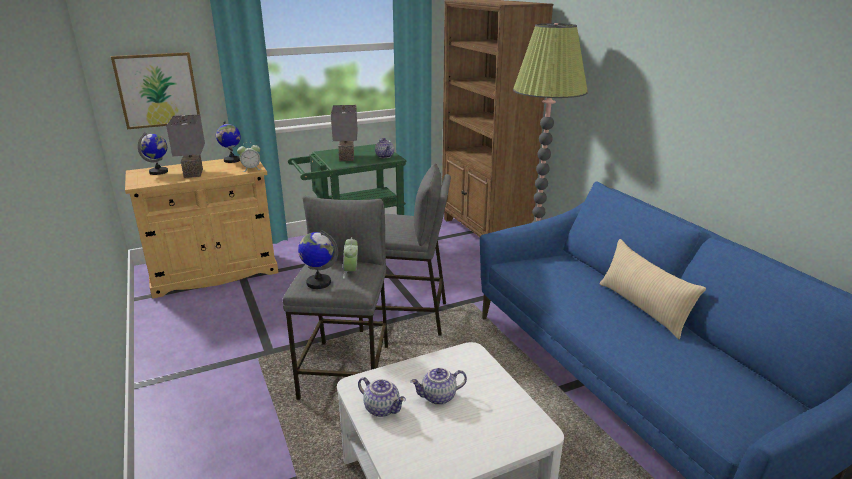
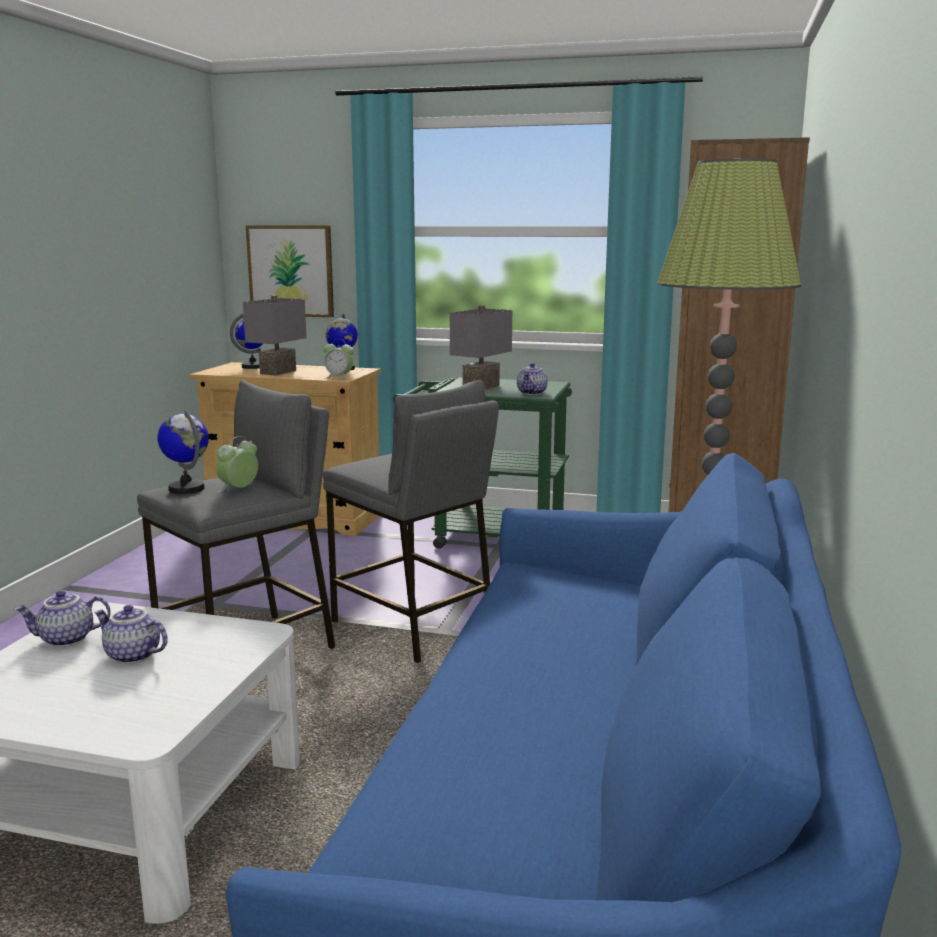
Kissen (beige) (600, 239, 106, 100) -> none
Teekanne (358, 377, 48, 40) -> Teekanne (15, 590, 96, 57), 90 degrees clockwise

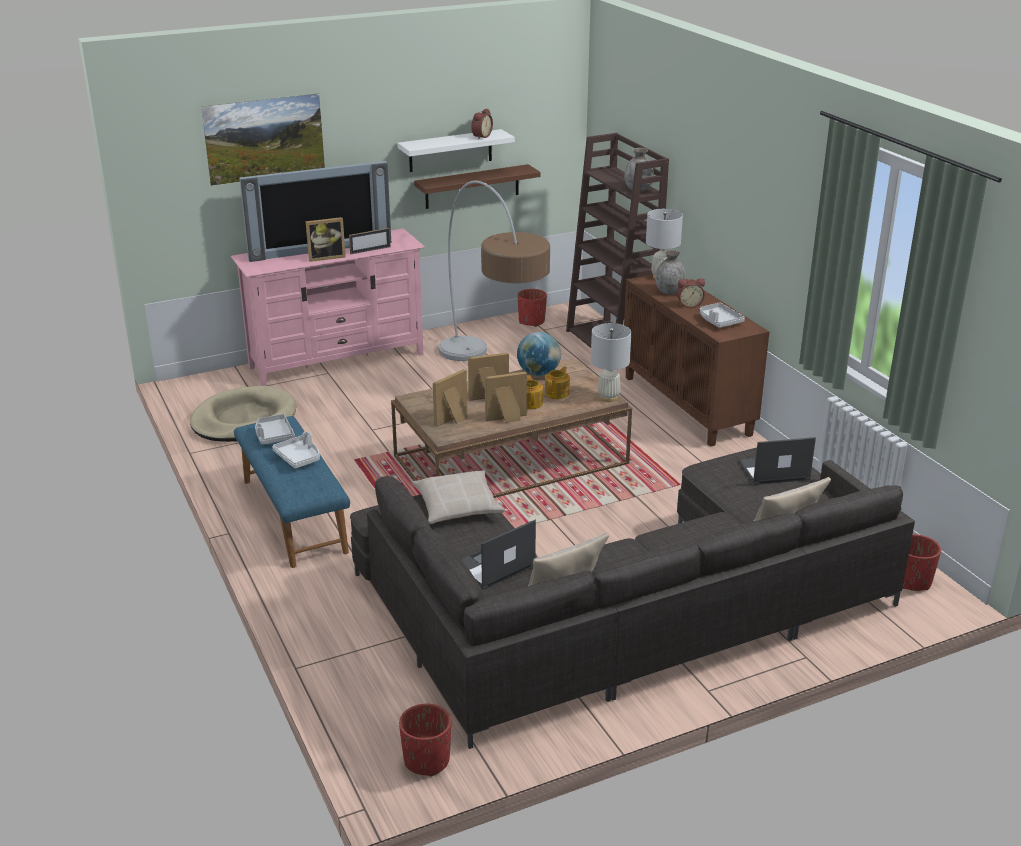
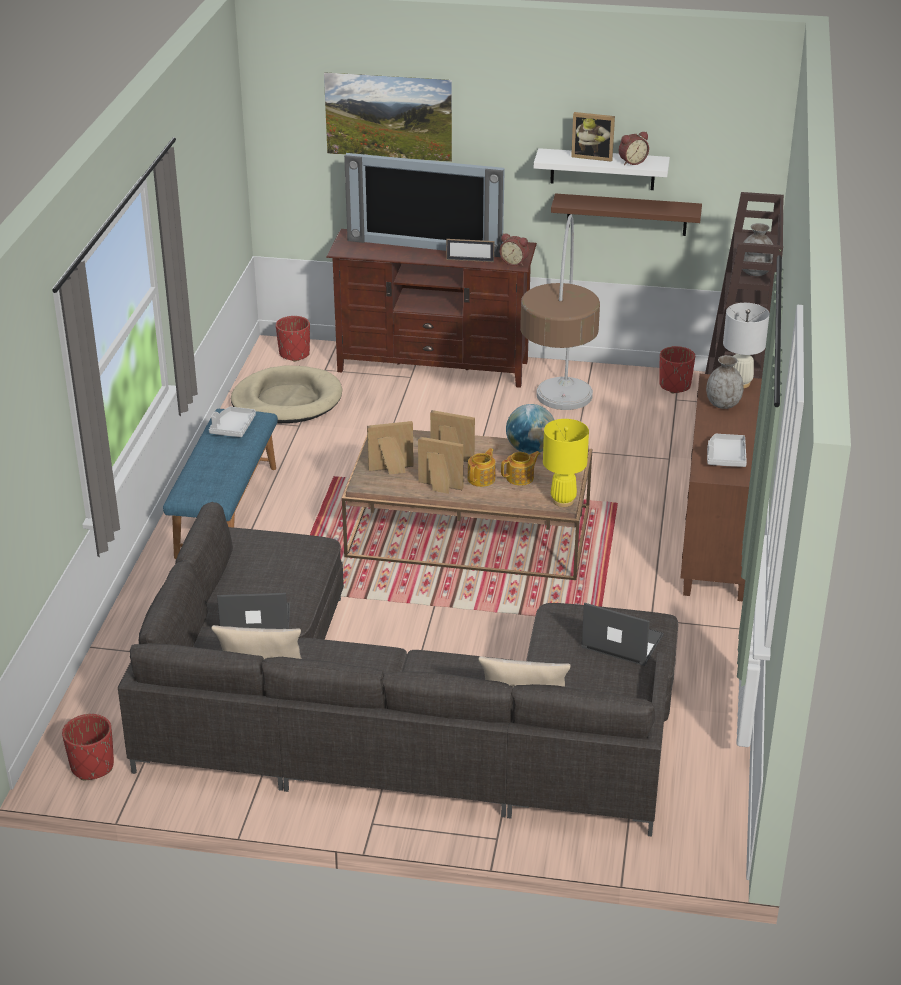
Bilderrahmen (306, 217, 40, 45) -> Bilderrahmen (571, 112, 44, 50), relocated
Fernsehschrank (rosa) (231, 228, 194, 158) -> Fernsehschrank (braun) (326, 229, 211, 159)
Wecker (676, 278, 29, 30) -> Wecker (499, 234, 30, 32), relocated
Tischlampe (weiß) (591, 323, 40, 79) -> Tischlampe (gelb) (543, 419, 46, 88)
Tablett (weiß) (272, 431, 48, 38) -> none
Kissen (beige) (412, 470, 93, 54) -> none
Pflanzkübel (rot) (902, 534, 39, 57) -> Pflanzkübel (rot) (276, 316, 34, 46), relocated

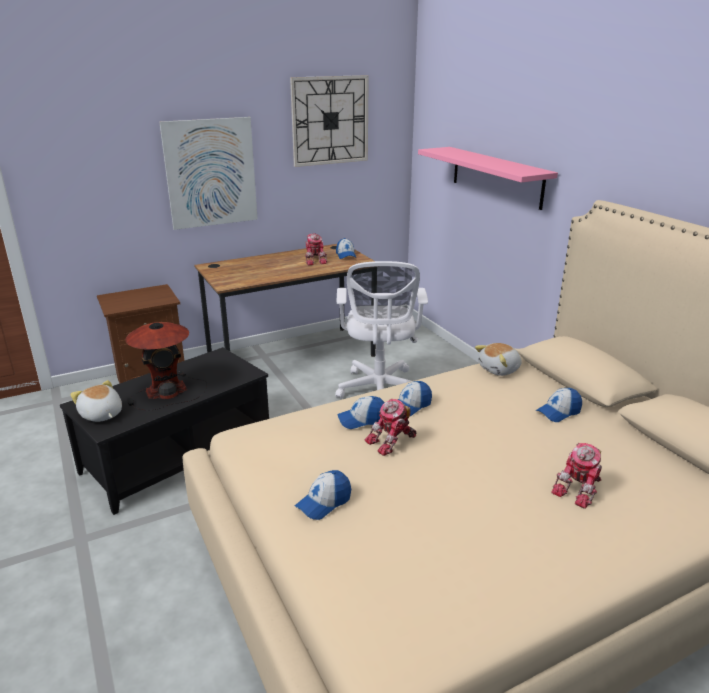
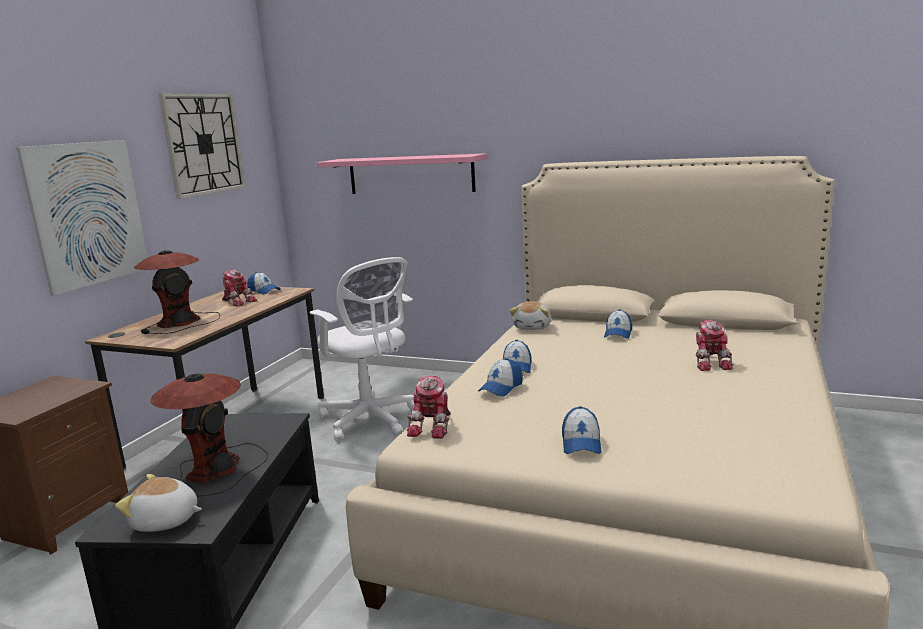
Spielzeugroboter (365, 399, 51, 57) -> Spielzeugroboter (407, 376, 44, 63), relocated
none -> Tischlampe (134, 250, 86, 84)

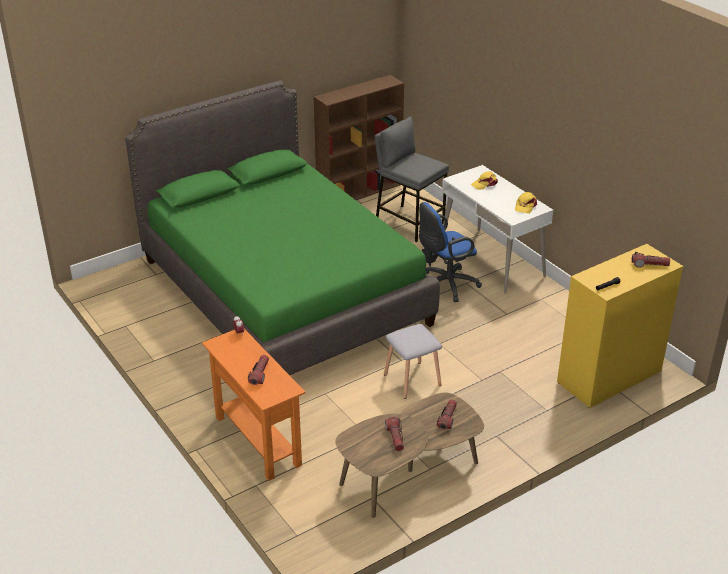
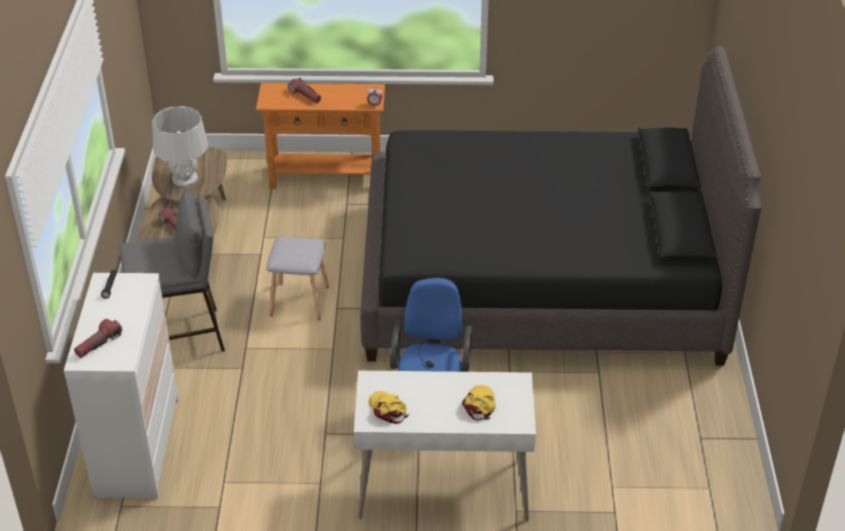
Bücherregal (braun) (314, 75, 90, 125) -> none
Bett (grün) (125, 80, 315, 295) -> Bett (schwarz) (360, 46, 401, 320)
Hocker (grau) (374, 116, 75, 126) -> Hocker (grau) (120, 188, 105, 164), relocated
Kommode (gelb) (557, 244, 126, 164) -> Kommode (weiß) (64, 273, 115, 226)
Taschenlampe (385, 417, 19, 34) -> Tischlampe (grau) (152, 106, 56, 81)

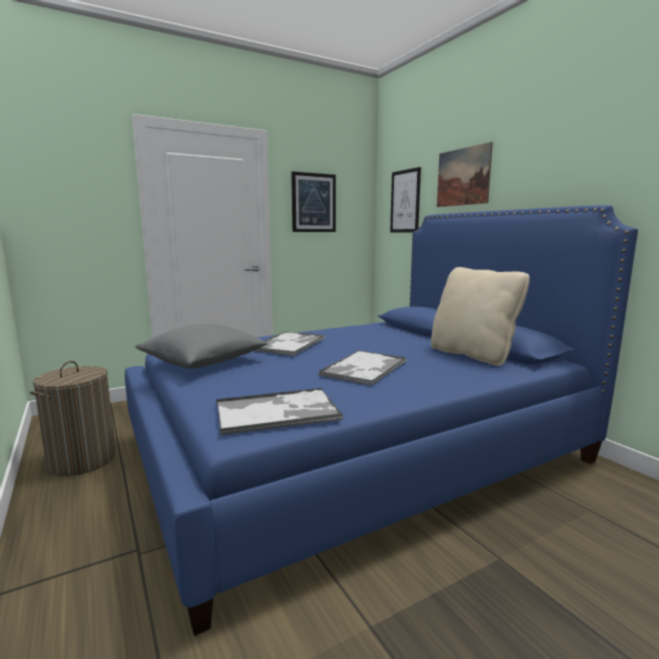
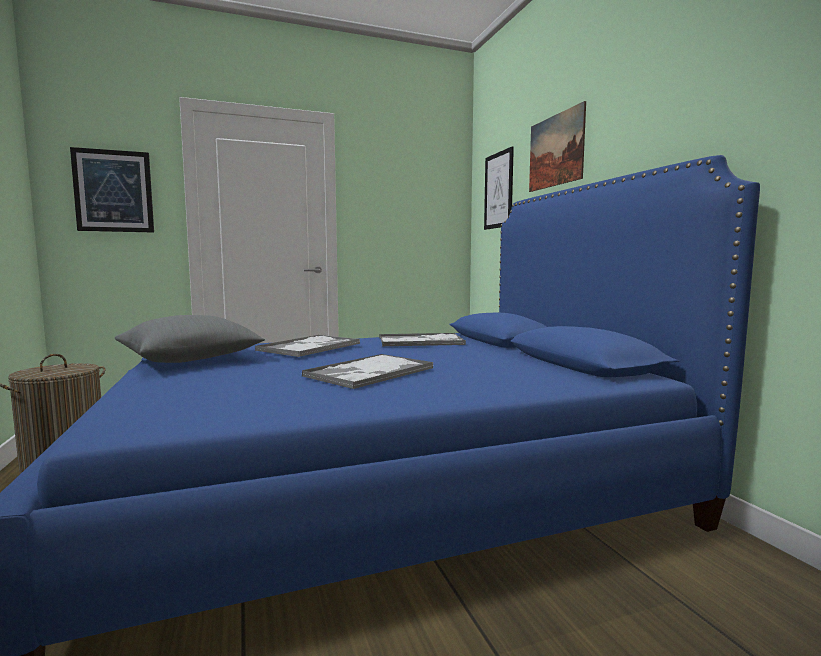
Bild (291, 171, 45, 61) -> Bild (70, 147, 84, 86), relocated
Kissen (beige) (431, 267, 99, 99) -> none
Tablett (216, 388, 127, 47) -> Tablett (379, 333, 87, 13), relocated

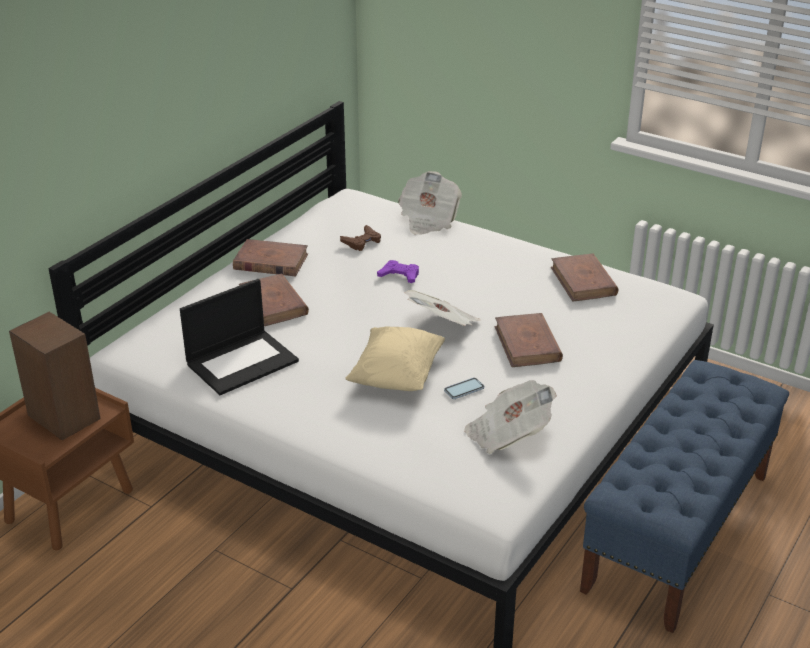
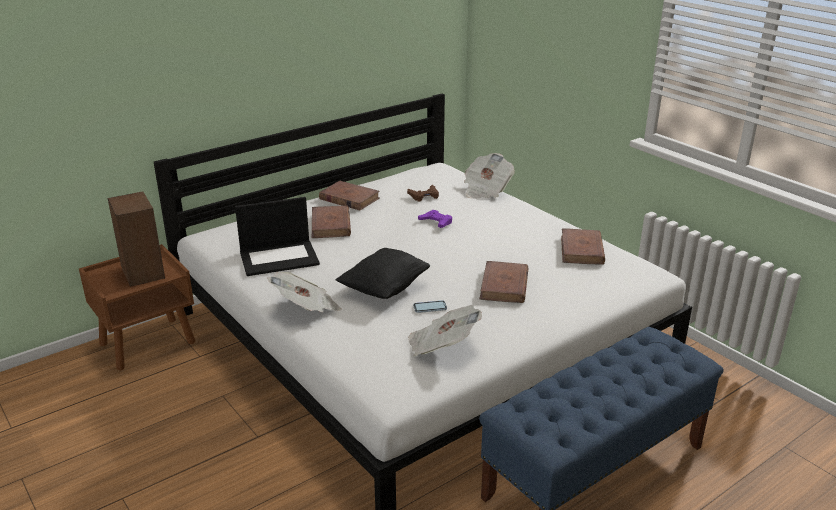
Zeitung (405, 290, 76, 36) -> Zeitung (267, 272, 75, 40), relocated
Kissen (beige) (345, 326, 100, 65) -> Kissen (schwarz) (335, 248, 95, 51)

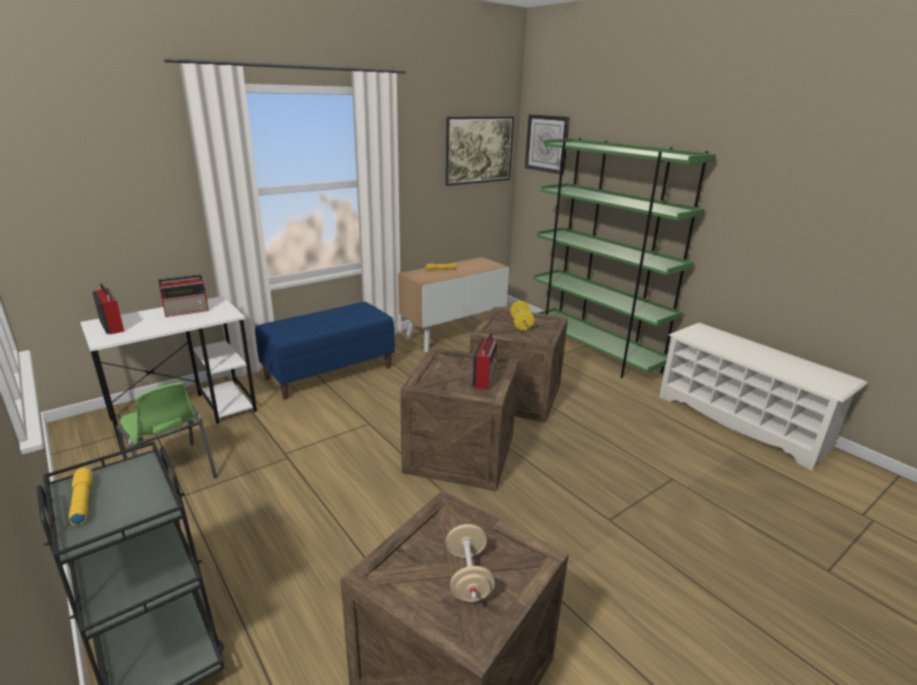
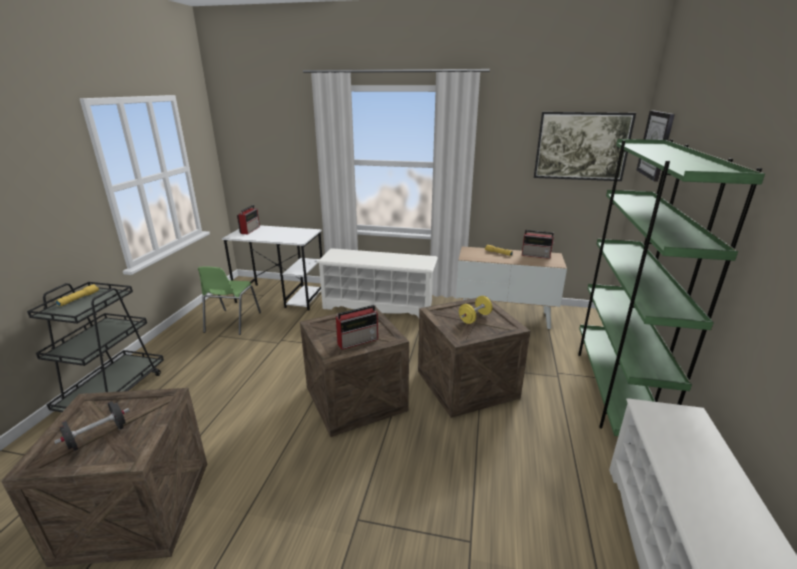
Radio (158, 275, 51, 42) -> Radio (522, 230, 32, 29), relocated
Bank (blau) (255, 302, 140, 97) -> Schuhregal (weiß) (316, 248, 122, 70)
Hantel (beige) (446, 524, 49, 78) -> Hantel (schwarz) (54, 401, 76, 50)

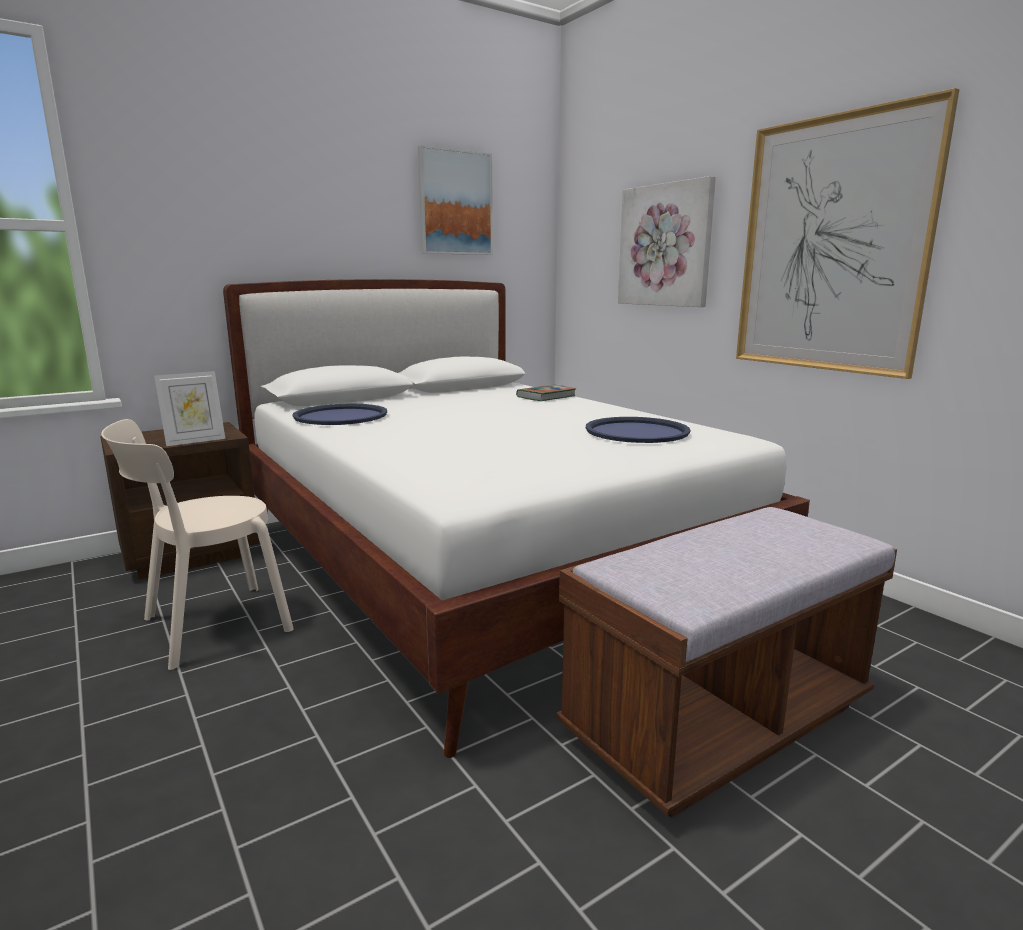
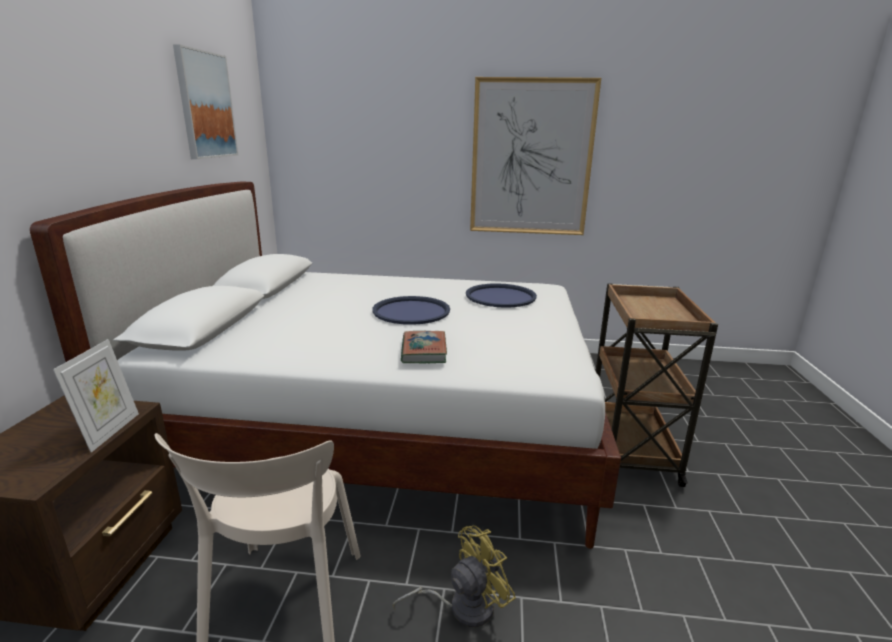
Bild (618, 176, 98, 131) -> none
Buch (516, 385, 60, 16) -> Buch (401, 331, 46, 32), relocated
Tablett (blau) (292, 404, 95, 21) -> Tablett (blau) (372, 296, 78, 29), relocated
Bank (braun) (556, 507, 341, 311) -> Rollwagen (braun) (596, 283, 122, 204)
none -> Ventilator (gelb) (393, 526, 123, 101)

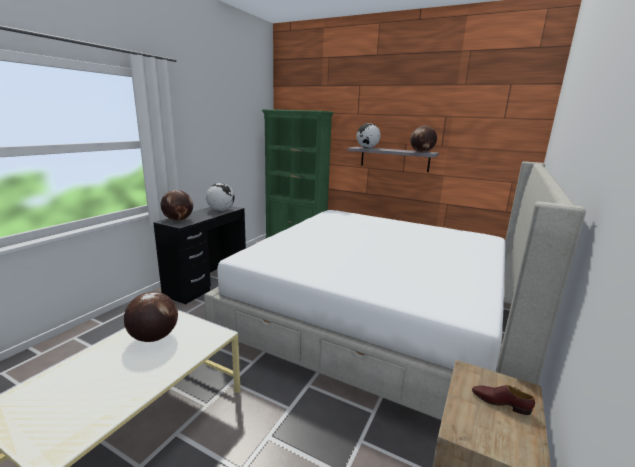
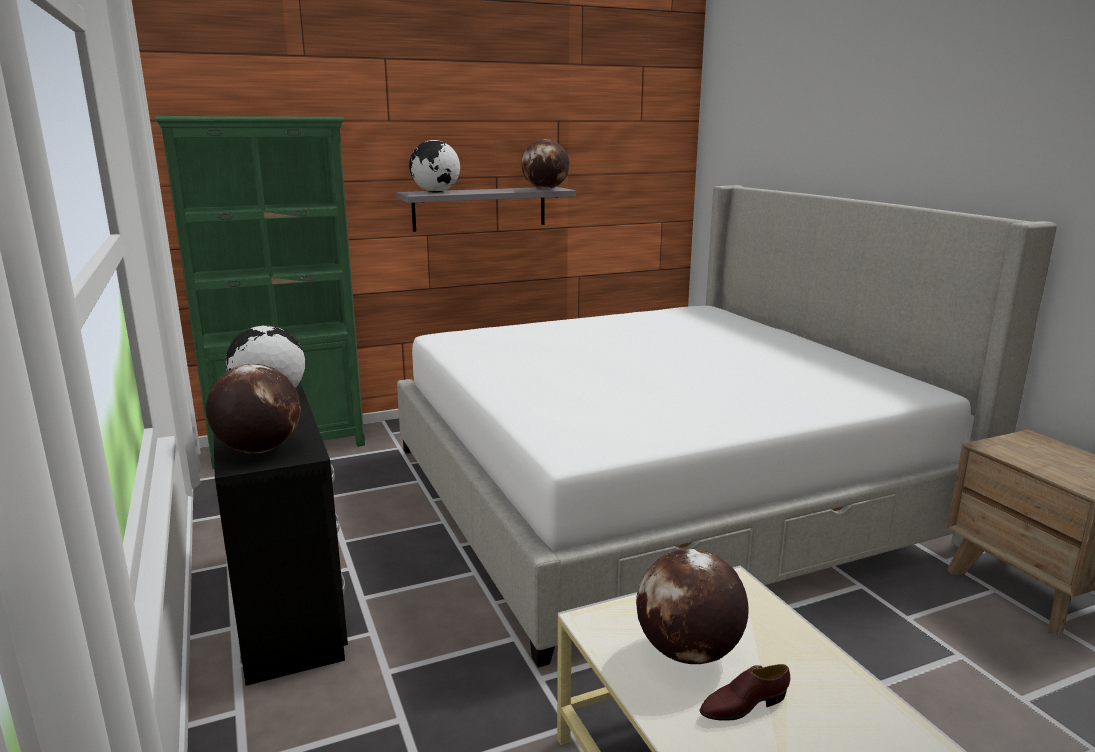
Schuh (braun) (472, 385, 63, 30) -> Schuh (braun) (699, 664, 91, 57), relocated

